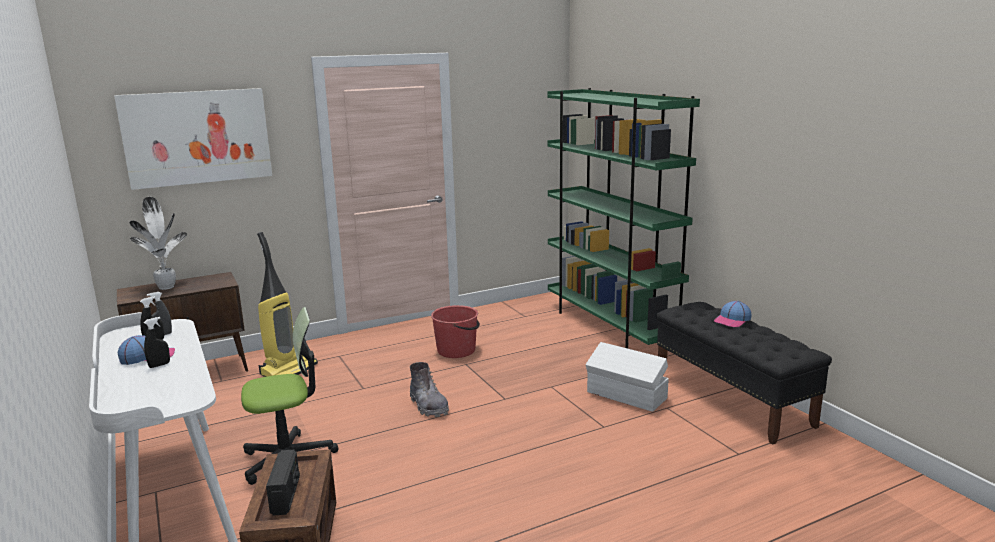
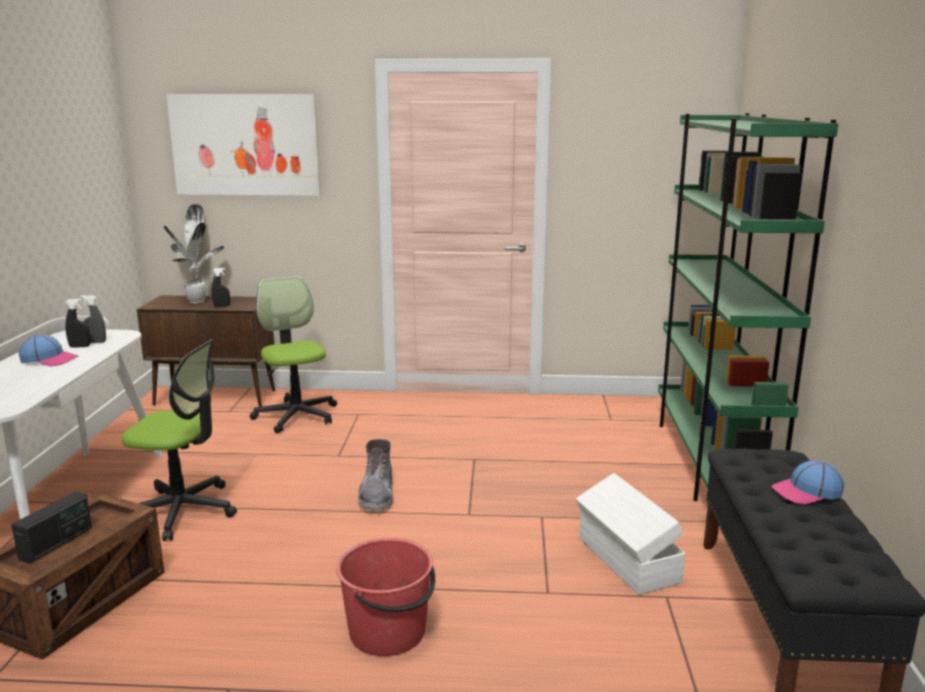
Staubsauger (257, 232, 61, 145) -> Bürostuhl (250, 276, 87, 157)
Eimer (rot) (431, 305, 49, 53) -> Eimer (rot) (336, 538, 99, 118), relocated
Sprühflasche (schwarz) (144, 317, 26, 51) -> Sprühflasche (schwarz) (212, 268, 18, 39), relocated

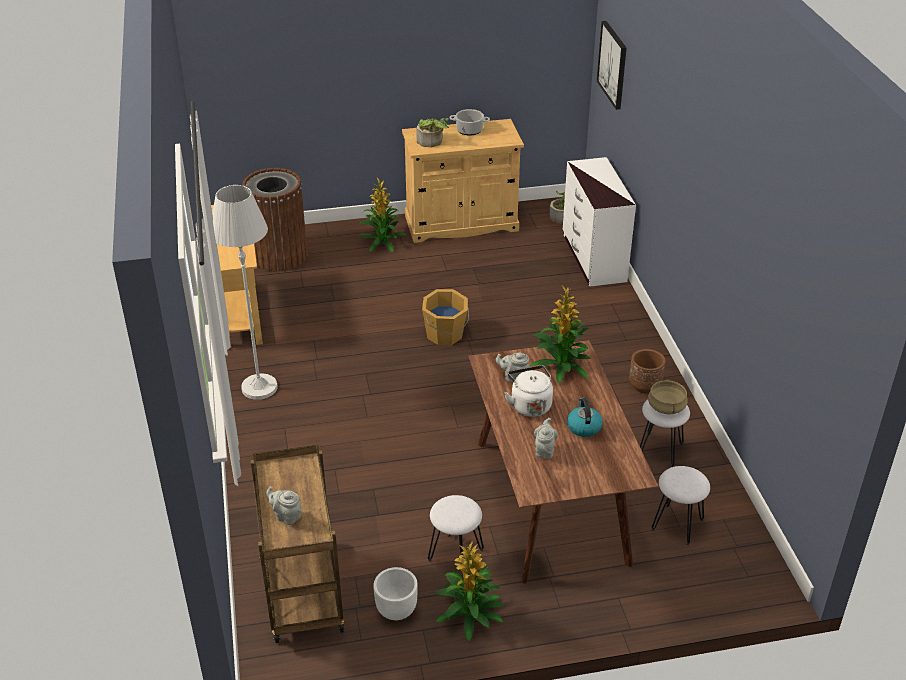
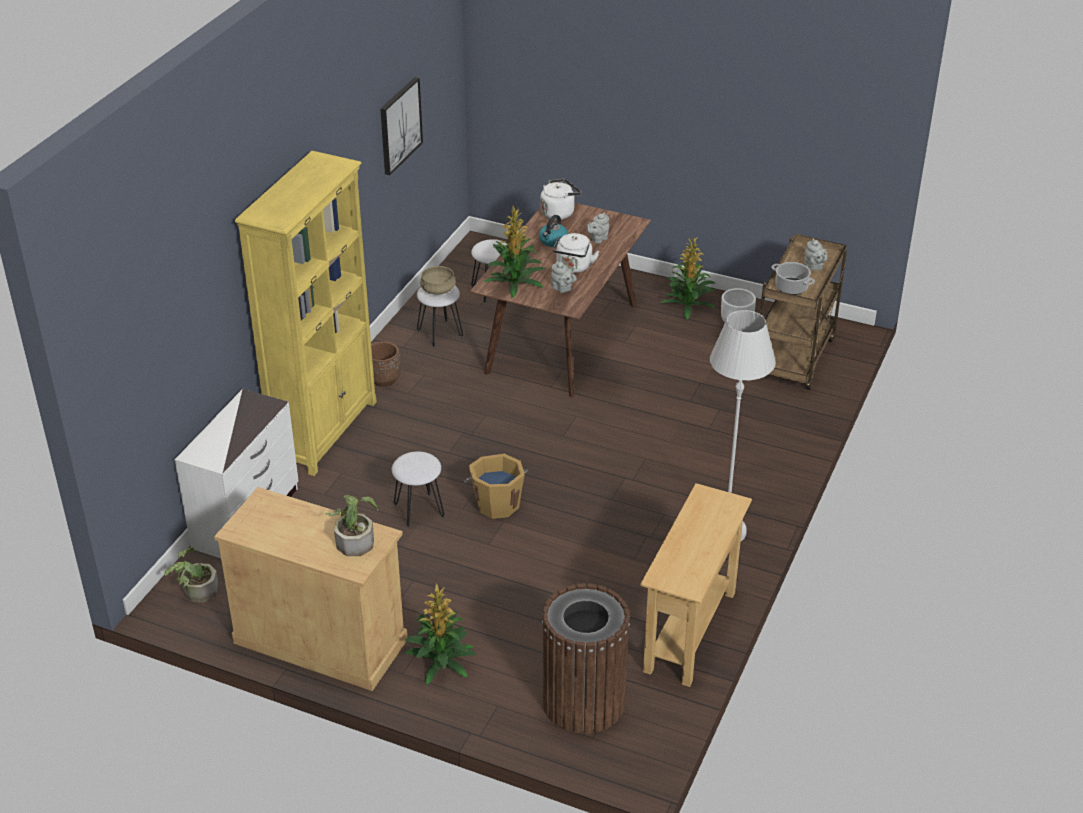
Bild (597, 21, 30, 89) -> Bild (380, 77, 43, 98), relocated
Kochtopf (449, 109, 41, 26) -> Kochtopf (772, 262, 43, 33), relocated
Hocker (weiß) (428, 495, 56, 82) -> Hocker (weiß) (392, 451, 52, 77), relocated
none -> Bücherregal (gelb) (235, 151, 141, 325)
none -> Wasserkessel (weiß) (541, 179, 40, 41)

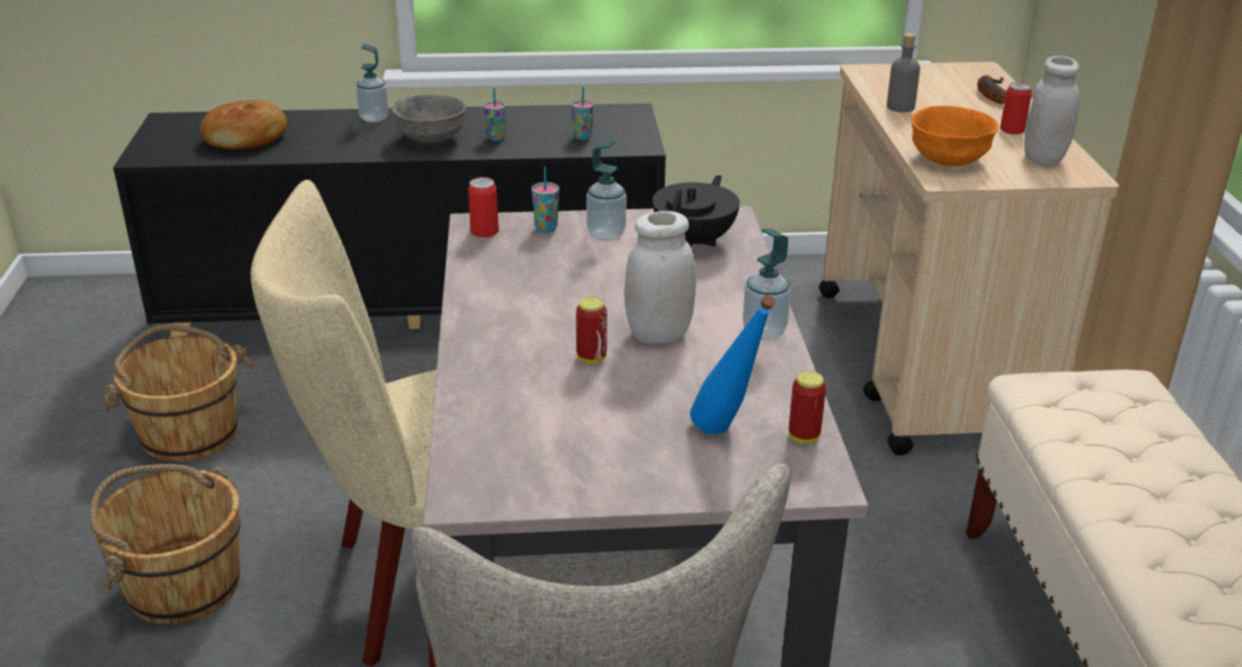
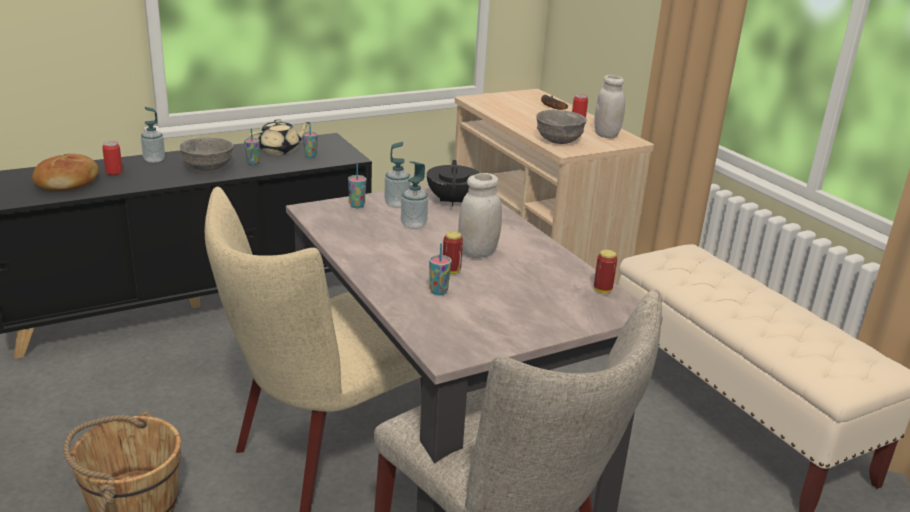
Flasche (grau) (887, 33, 33, 79) -> none
Schüssel (orange) (911, 106, 87, 60) -> Schüssel (grau) (536, 110, 51, 34)
Dose (468, 177, 31, 60) -> Dose (102, 141, 21, 34), relocated
Seifenspender (743, 229, 48, 111) -> Seifenspender (401, 161, 27, 68), relocated
Flasche (blau) (690, 295, 86, 139) -> none
Eimer (braun) (102, 324, 154, 138) -> none
none -> Teekanne (beige) (248, 119, 61, 36)
none -> Tasse (429, 243, 22, 52)

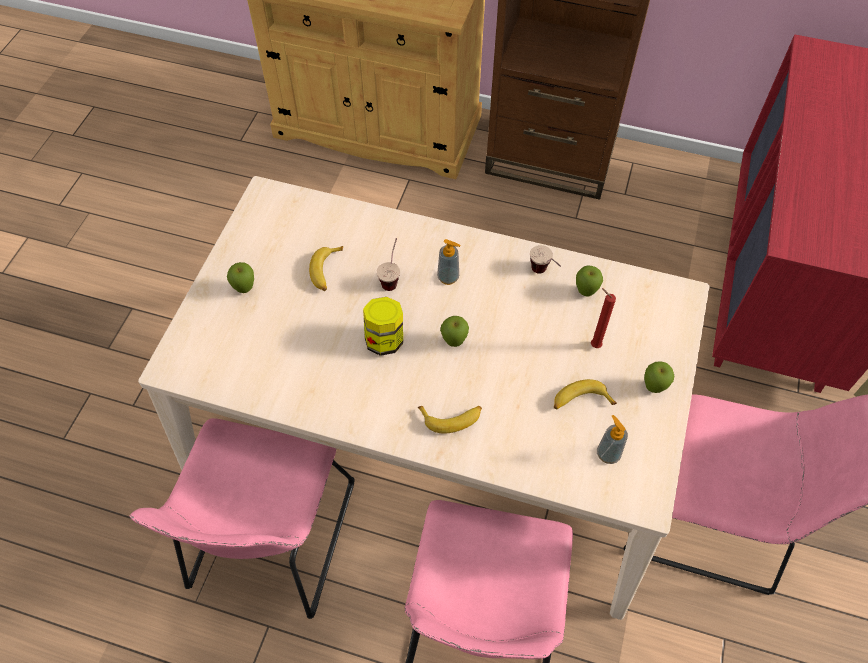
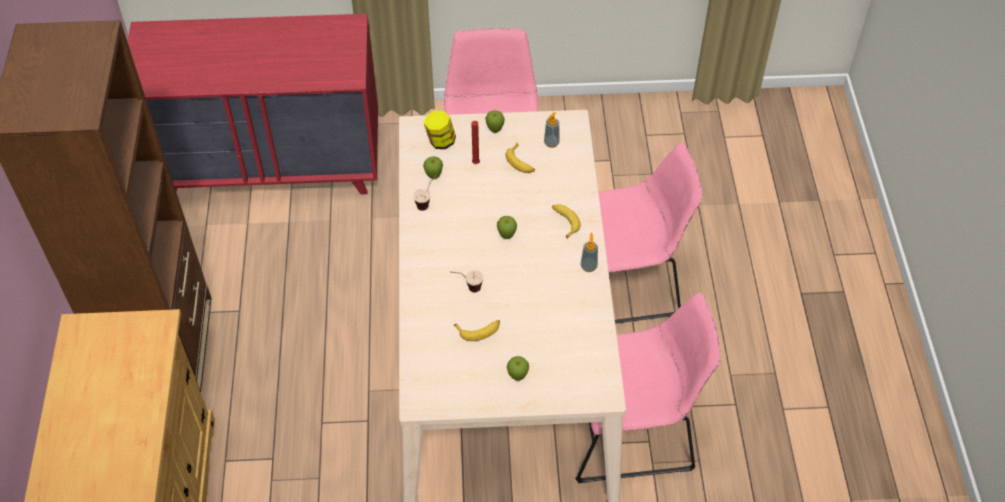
Seifenspender (437, 239, 23, 46) -> Seifenspender (580, 233, 18, 39), relocated
Vorratsglas (363, 297, 40, 59) -> Vorratsglas (424, 111, 32, 38), relocated

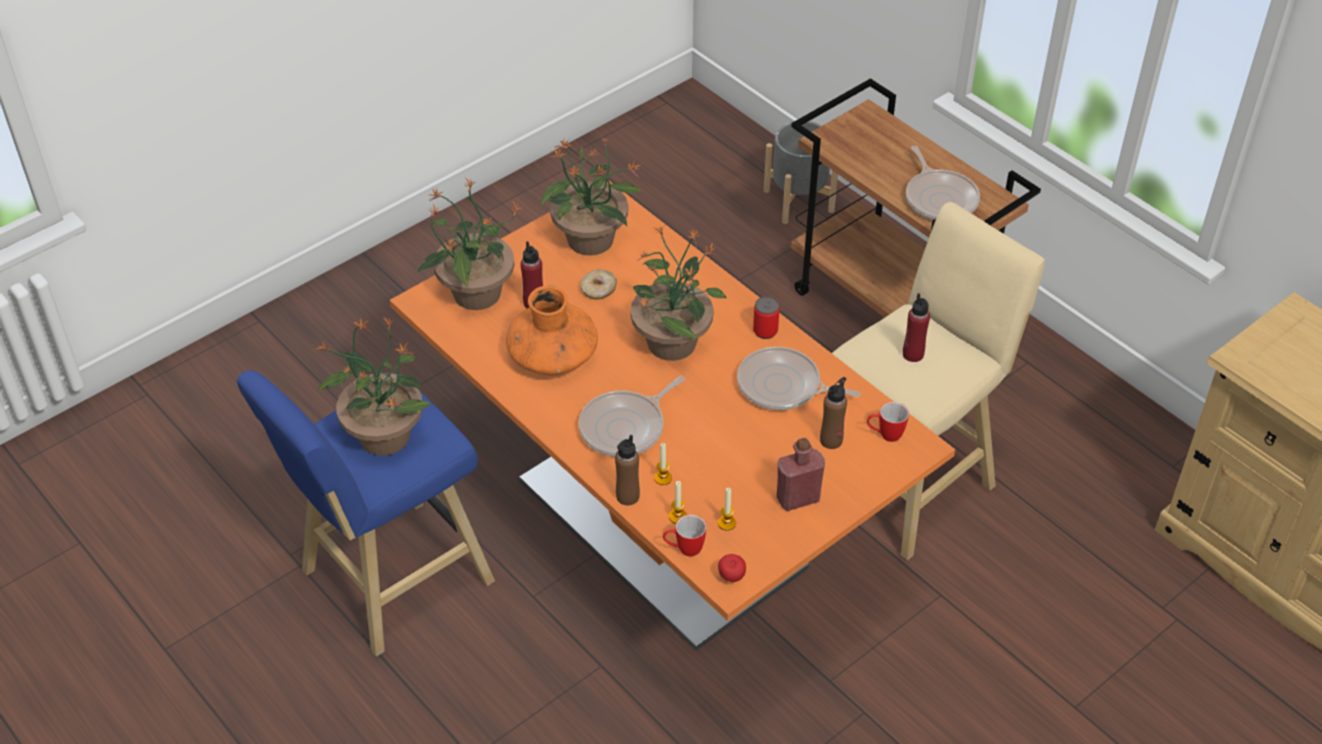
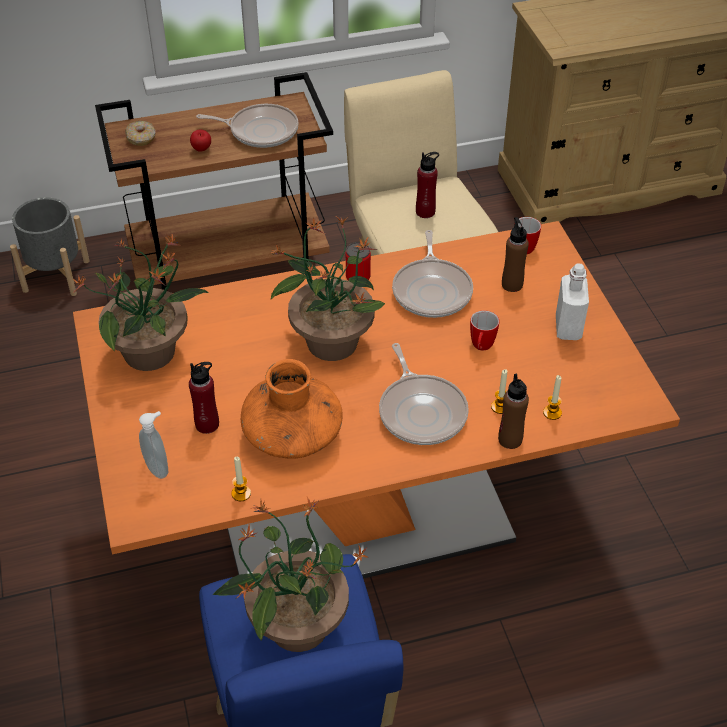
Topfpflanze (417, 178, 104, 132) -> Seifenspender (139, 411, 29, 68)
Donut (580, 269, 37, 30) -> Donut (125, 121, 31, 25), relocated
Pfanne (737, 347, 124, 63) -> Pfanne (392, 230, 81, 88), 45 degrees counterclockwise
Flasche (rot) (777, 438, 48, 73) -> Flasche (weiß) (556, 264, 33, 76)
Kerze (718, 488, 18, 42) -> Kerze (231, 457, 20, 44), relocated
Henkelbecher (663, 515, 43, 42) -> Henkelbecher (470, 310, 29, 40), relocated
Apfel (718, 554, 28, 28) -> Apfel (190, 130, 21, 22), relocated

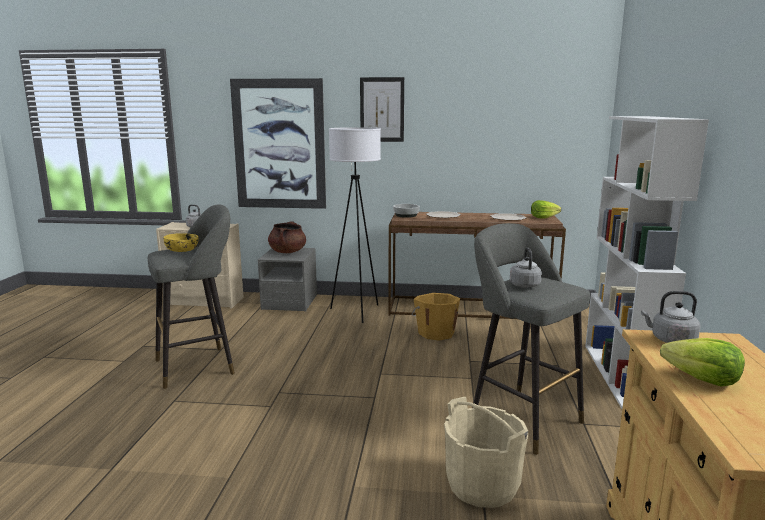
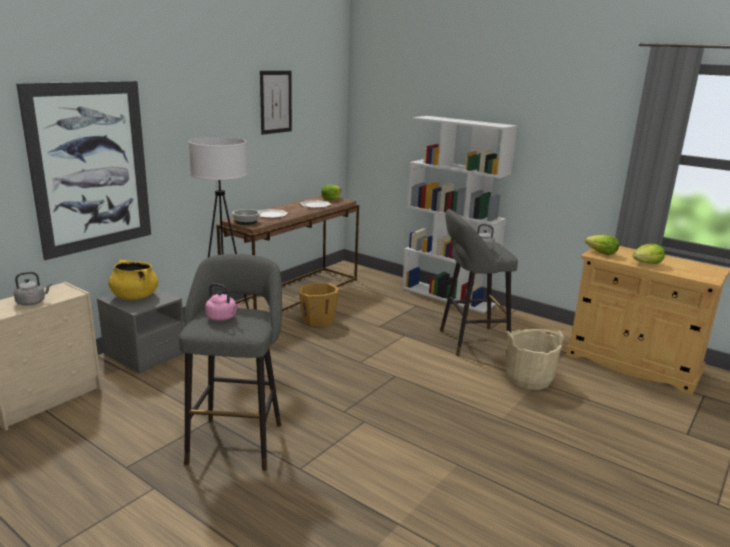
Bild (360, 77, 44, 65) -> Bild (260, 71, 32, 64), relocated
Kochtopf (braun) (268, 221, 38, 32) -> Kochtopf (gelb) (108, 260, 50, 40)
Schüssel (gelb) (163, 233, 36, 19) -> Wasserkessel (rosa) (205, 283, 35, 38)
Wasserkessel (grau) (641, 291, 60, 52) -> Salatkopf (585, 235, 34, 20)

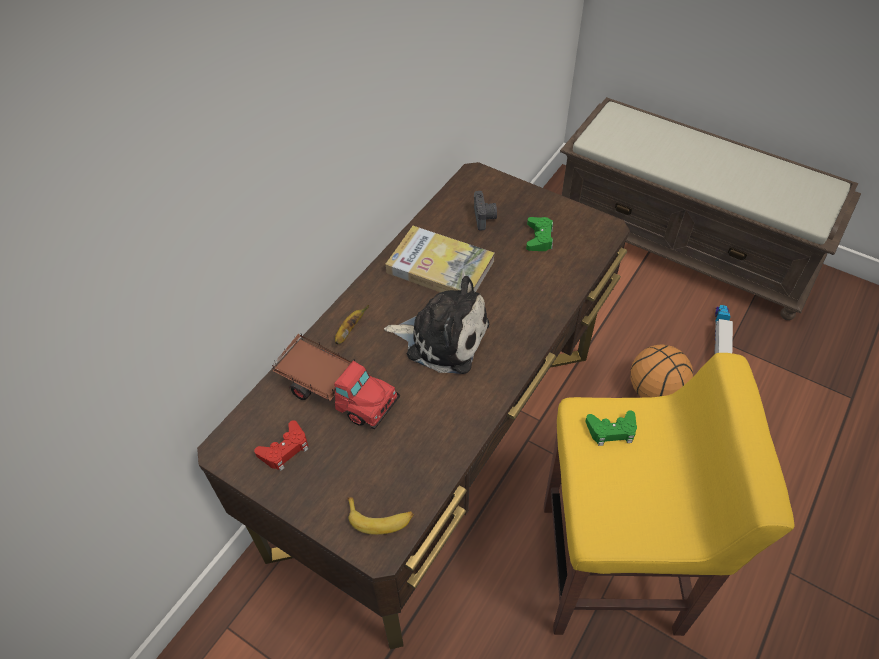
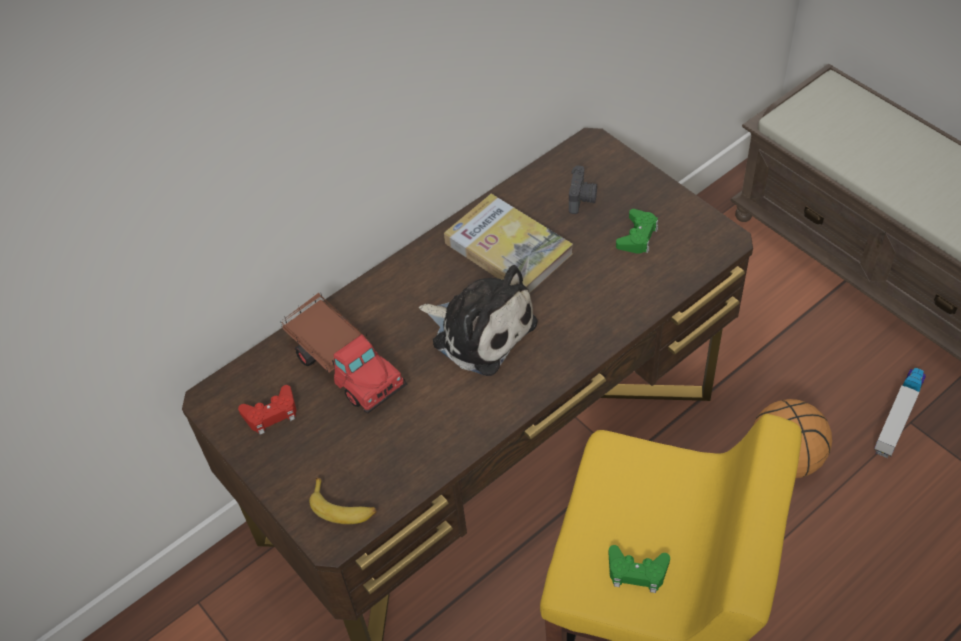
Banane (335, 305, 34, 39) -> none
Gamepad (grün) (585, 410, 52, 36) -> Gamepad (grün) (609, 545, 61, 48), relocated

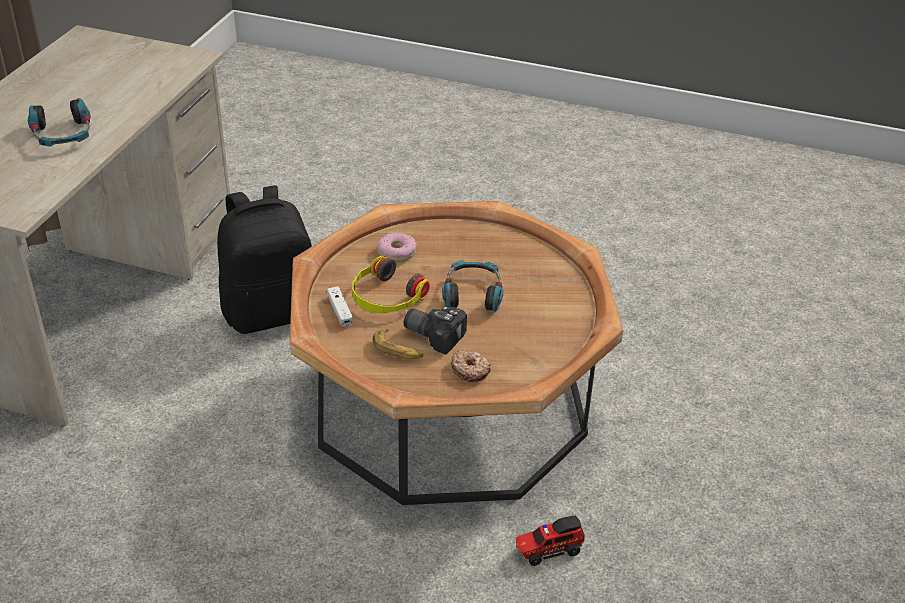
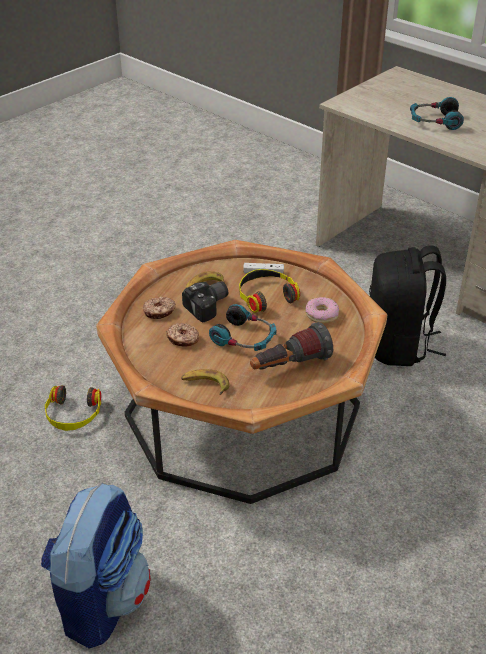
Spielzeuglaster (516, 515, 69, 51) -> Kopfhörer (45, 385, 56, 46)
none -> Taschenlampe (250, 322, 83, 48)
none -> Donut (166, 323, 33, 23)
none -> Banane (181, 369, 49, 26)
none -> Rucksack (41, 483, 110, 166)

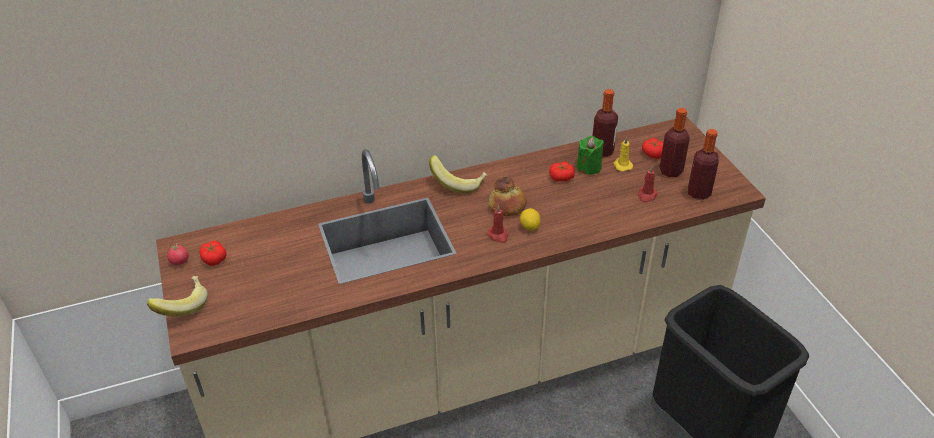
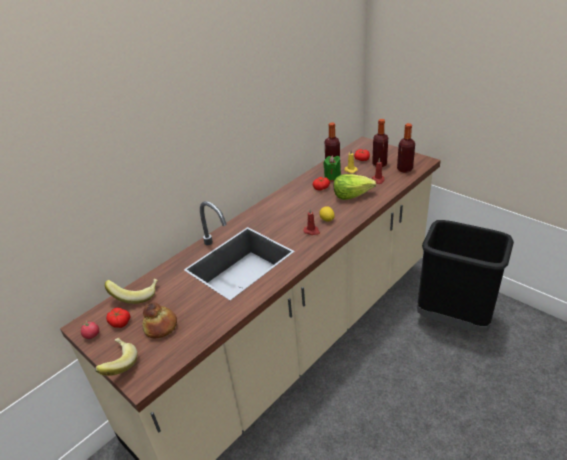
Banane (429, 155, 59, 39) -> Banane (105, 279, 53, 25), relocated
Brot (489, 177, 38, 39) -> Brot (142, 303, 35, 36), relocated
none -> Salatkopf (334, 174, 42, 26)

